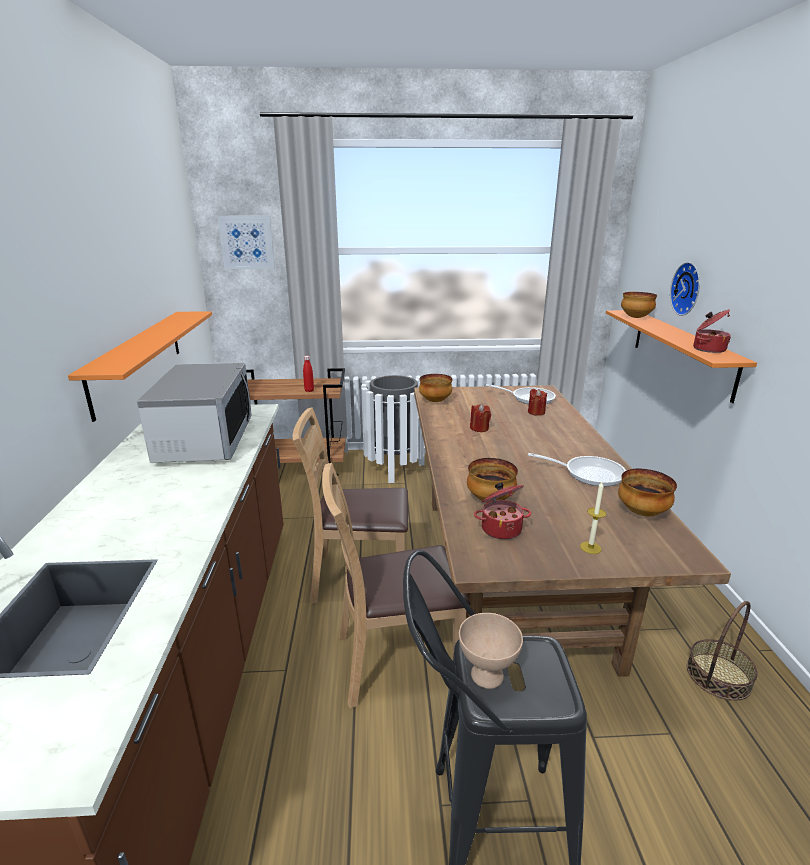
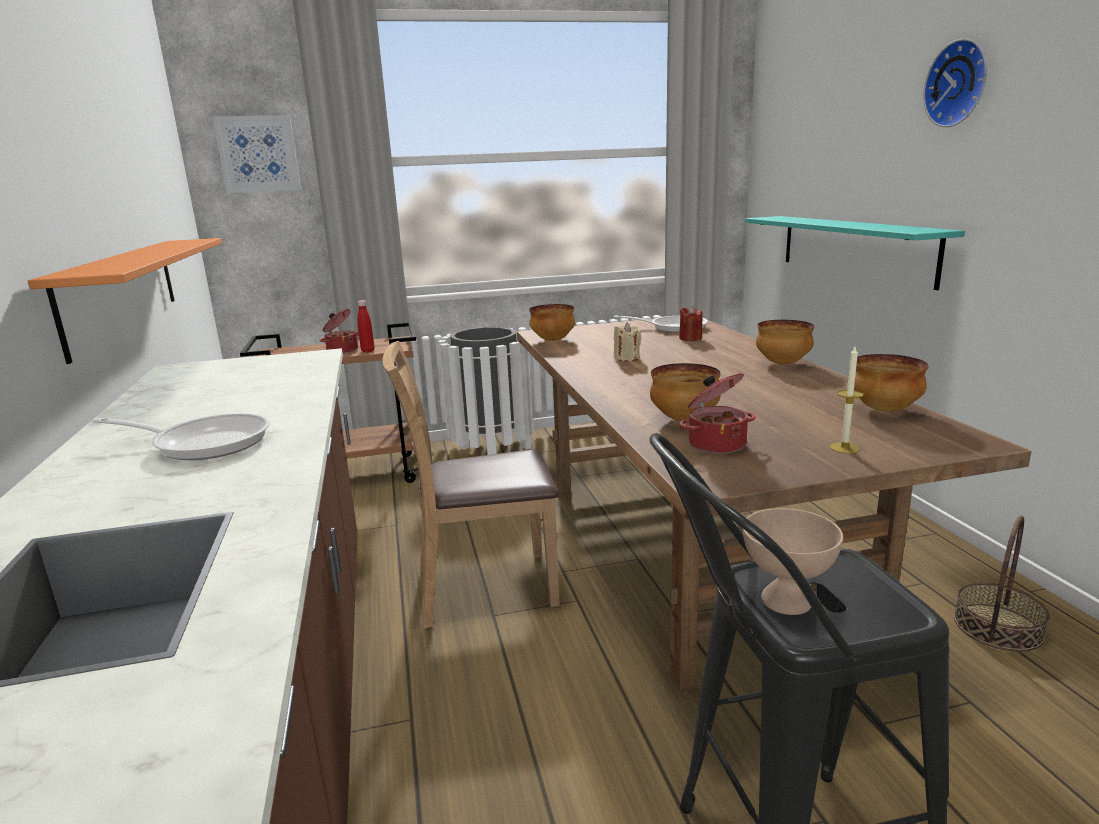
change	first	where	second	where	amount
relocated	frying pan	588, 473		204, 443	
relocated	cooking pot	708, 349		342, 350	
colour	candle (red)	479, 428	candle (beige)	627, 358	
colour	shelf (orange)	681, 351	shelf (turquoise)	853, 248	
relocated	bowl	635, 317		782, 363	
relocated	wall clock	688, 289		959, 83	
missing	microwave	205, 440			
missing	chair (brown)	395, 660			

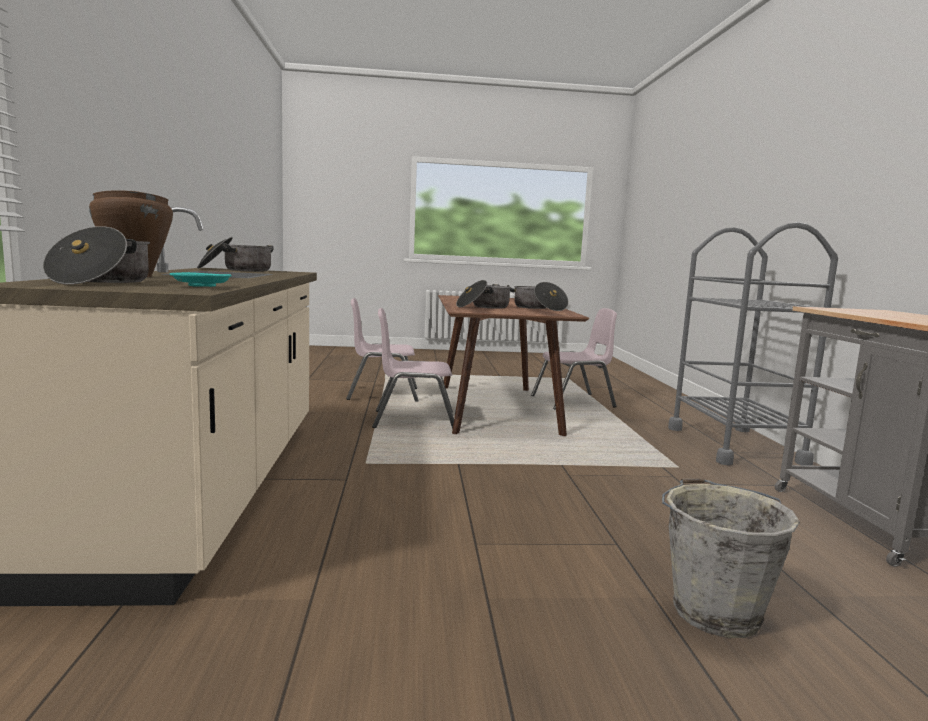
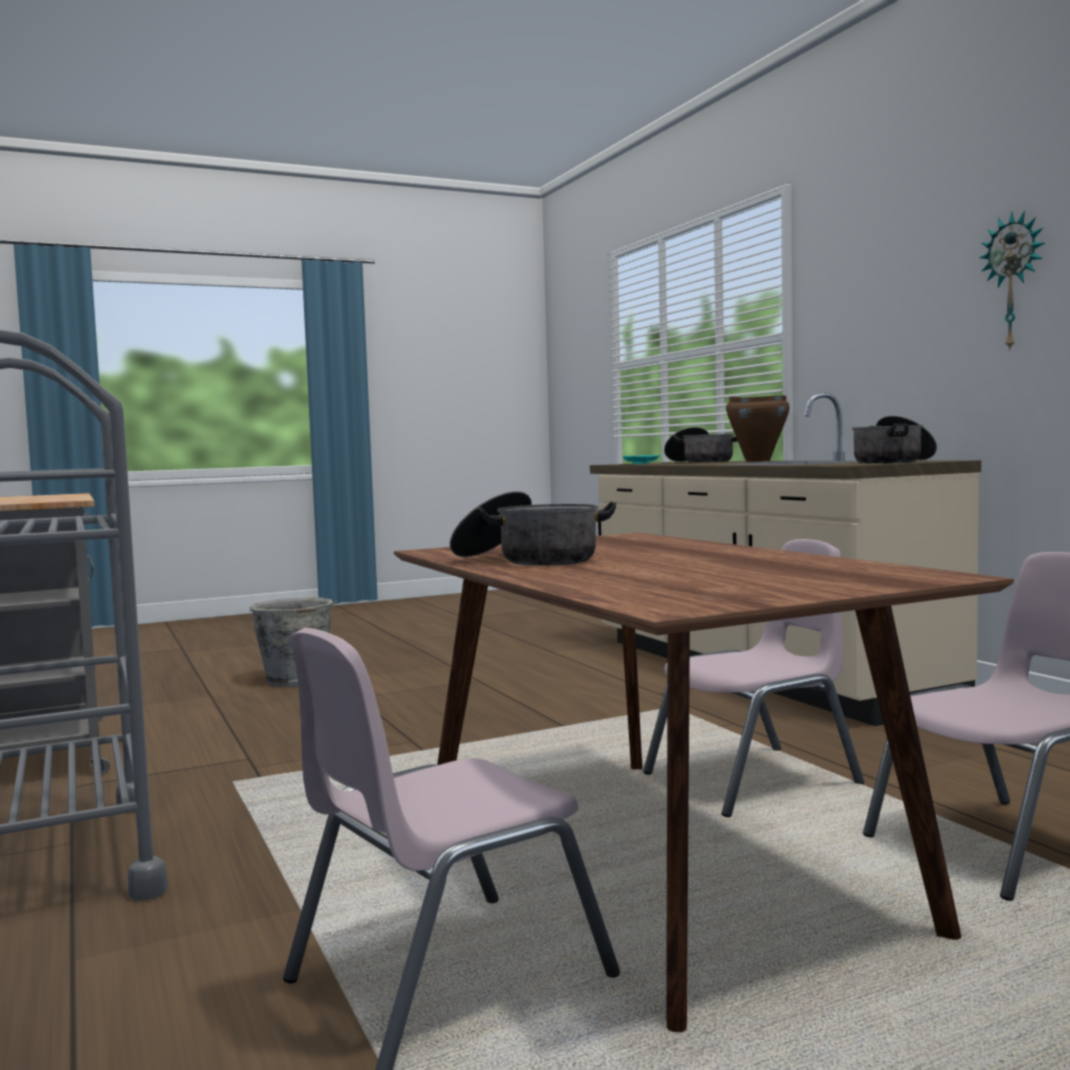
change	first	where	second	where	amount
appeared			wall clock	1014, 281	
missing	cooking pot	483, 307			

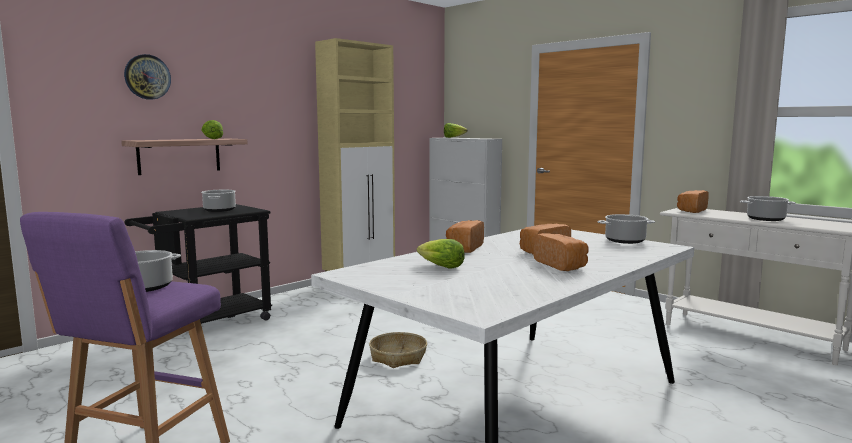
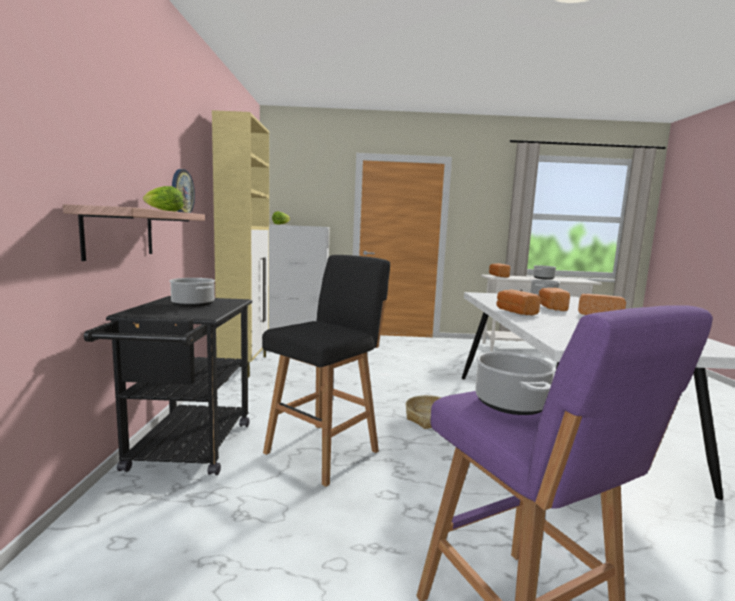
change	first	where	second	where	amount
relocated	wall clock	147, 77		182, 192	
appeared			stool (black)	324, 450	
missing	lettuce	440, 267			

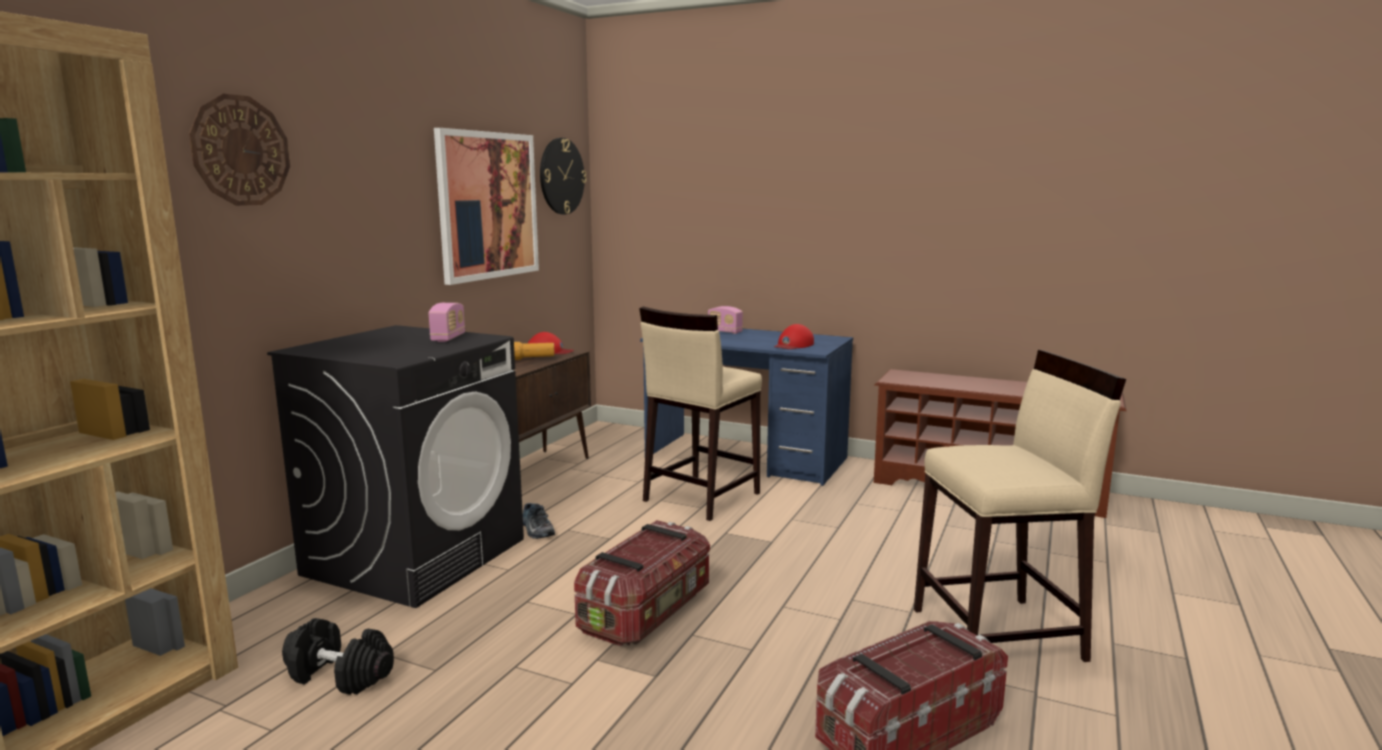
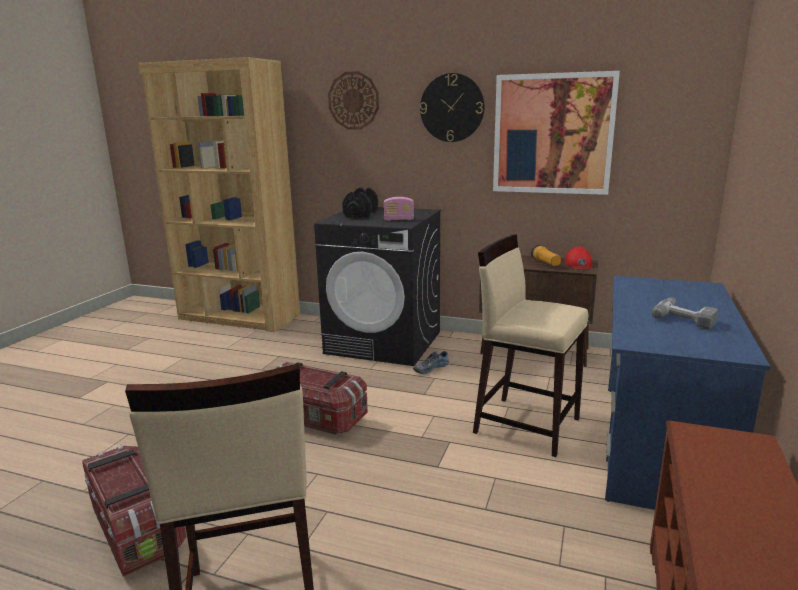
change	first	where	second	where	amount
relocated	dumbbell (black)	339, 676		360, 214	
relocated	wall clock	561, 176		452, 108	
appeared			power drill	685, 317	
missing	radio	724, 332			
missing	cap (red)	793, 345			

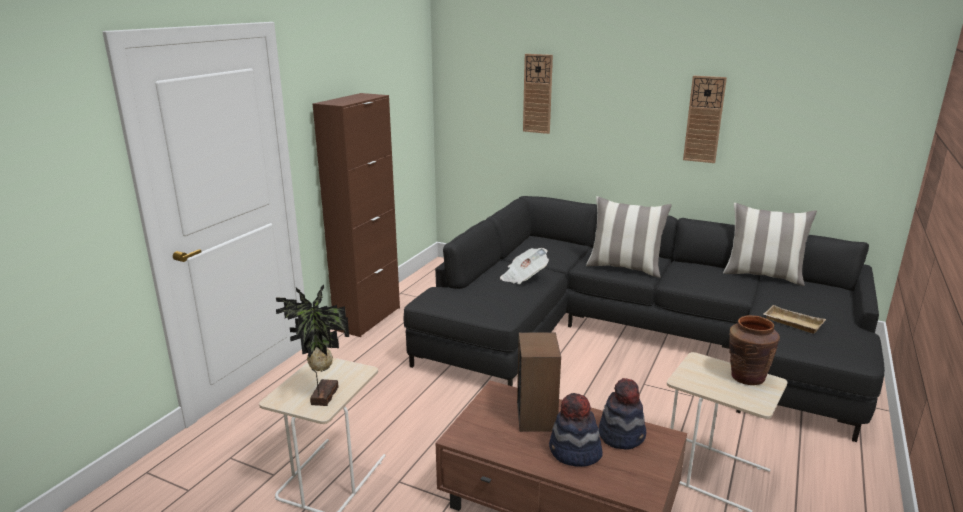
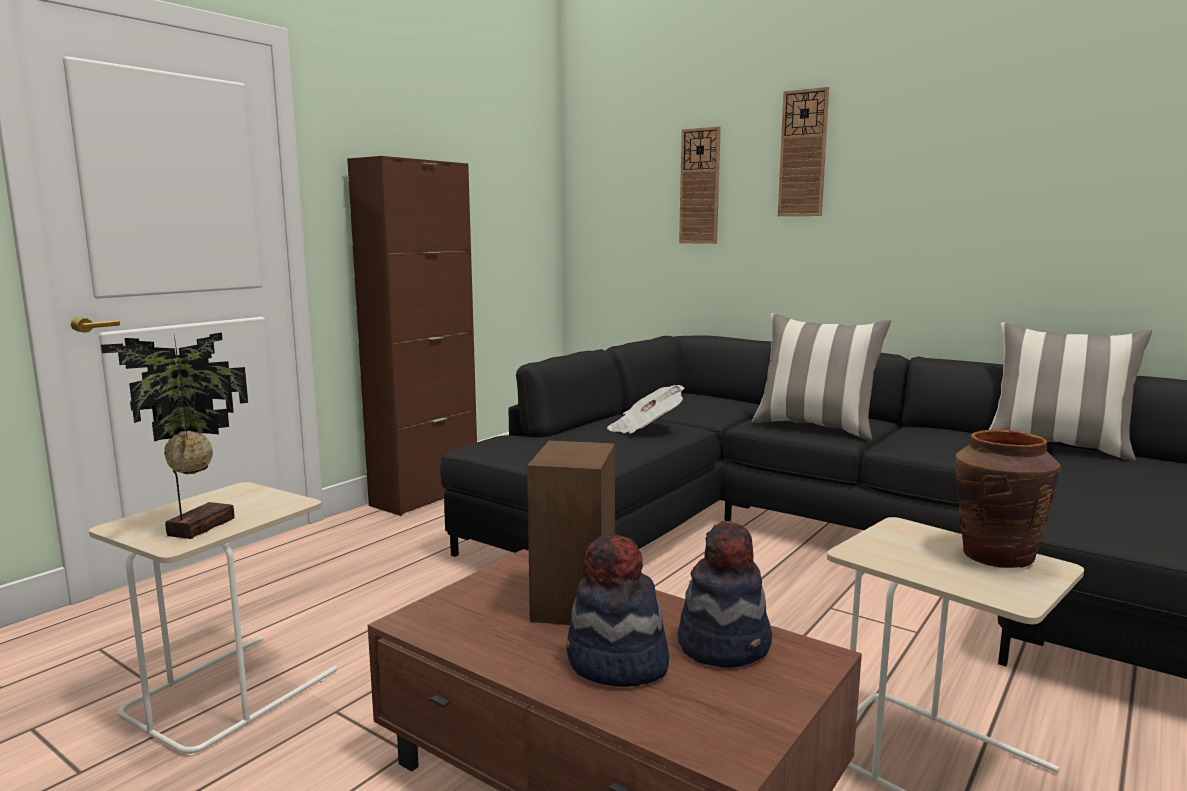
change	first	where	second	where	amount
relocated	wall clock	704, 119		803, 153	
missing	tray (beige)	791, 323			

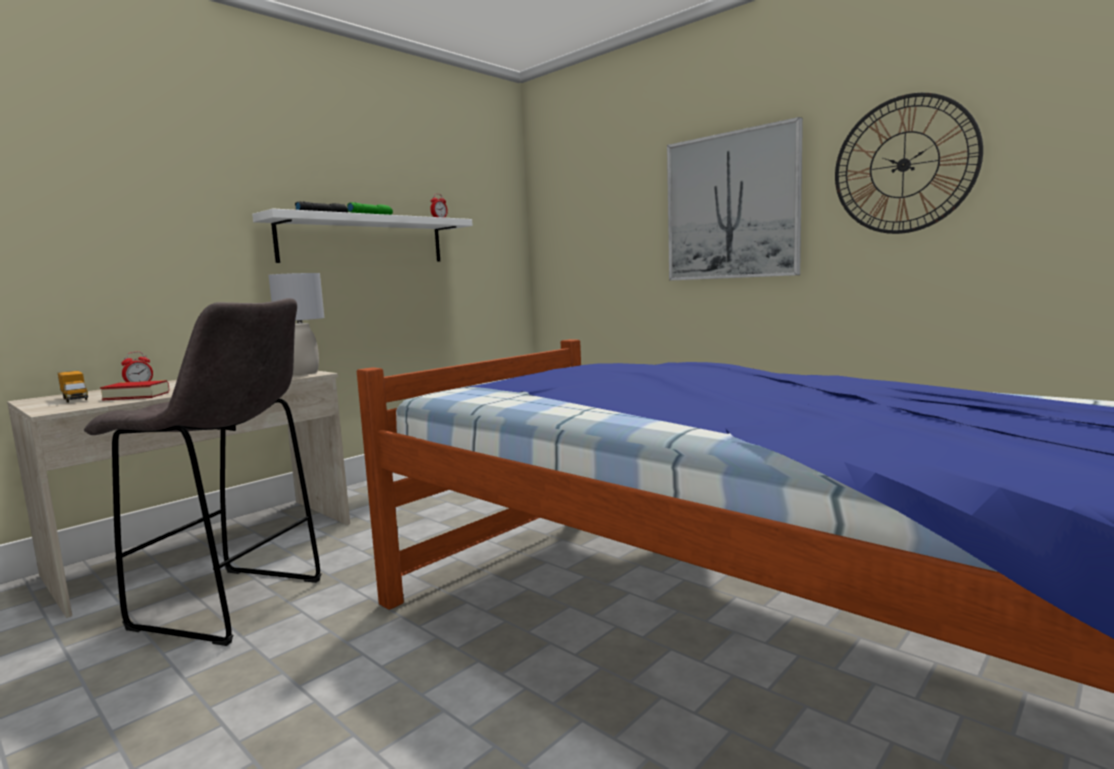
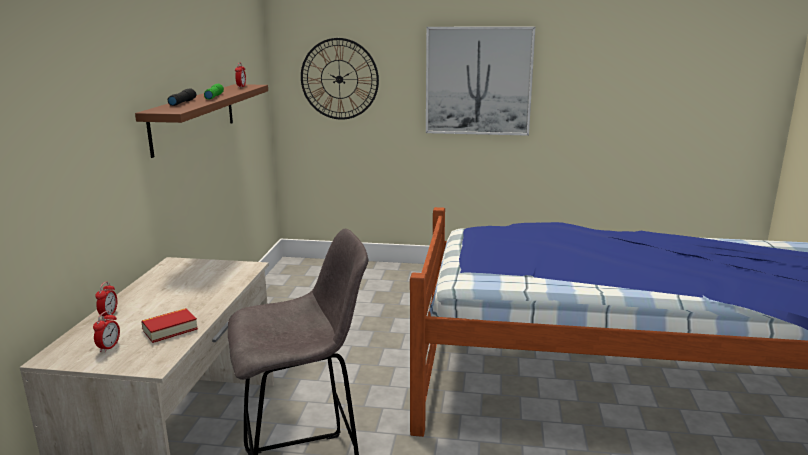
change	first	where	second	where	amount
exchanged	toy truck	75, 399	alarm clock	109, 347	
colour	shelf (white)	364, 240	shelf (brown)	194, 117	
relocated	wall clock	904, 165		339, 79	
missing	table lamp (grey)	305, 373			

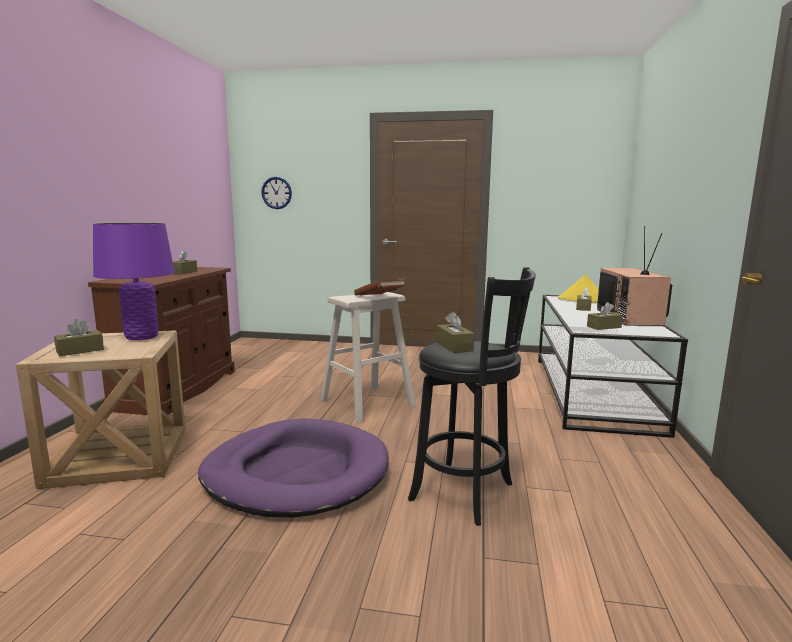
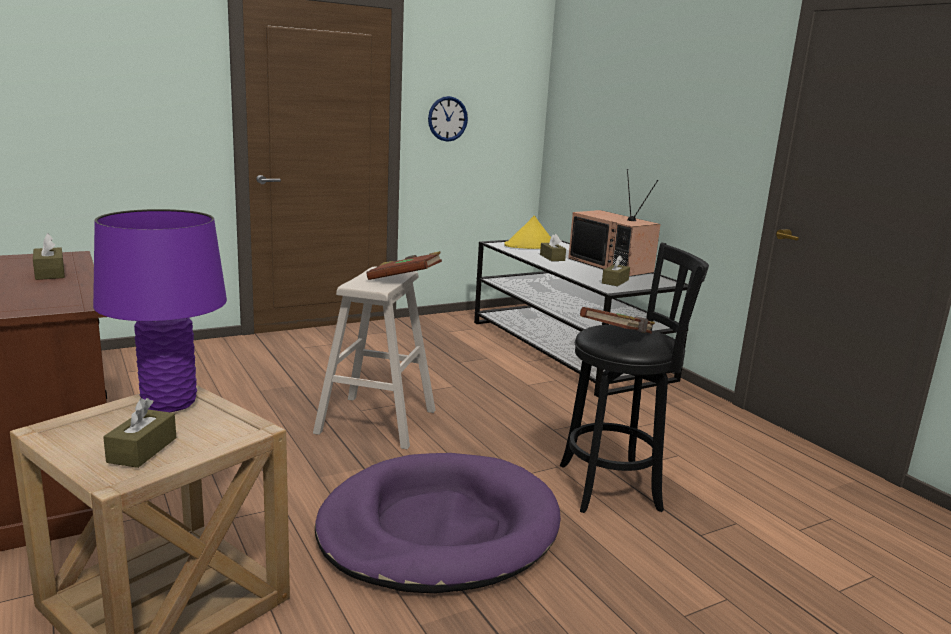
change	first	where	second	where	amount
relocated	wall clock	276, 193		447, 119	
exchanged	tissue box (brown)	454, 346	book (brown)	617, 336	

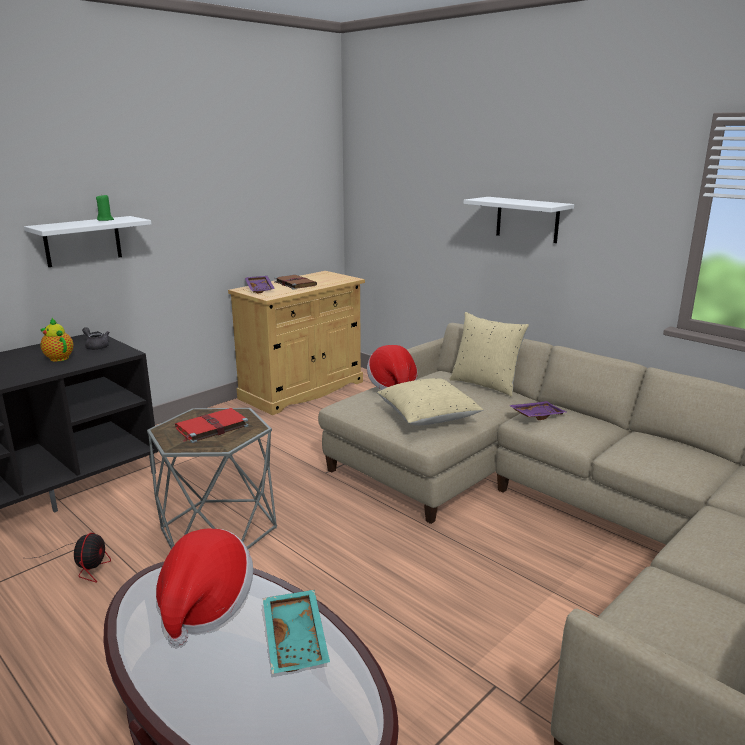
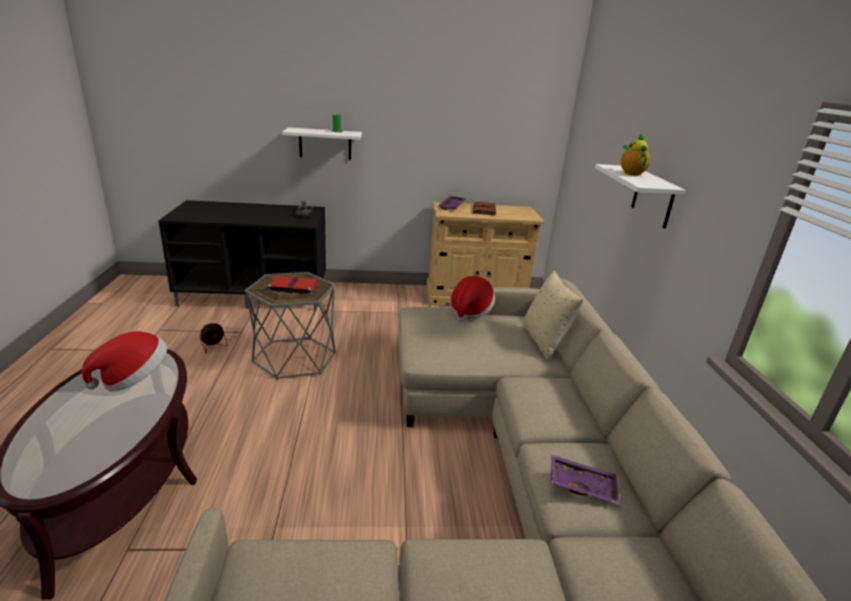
change	first	where	second	where	amount
relocated	tray (purple)	536, 415		582, 485	
relocated	teapot	58, 358		631, 173	
missing	tray (turquoise)	297, 639			
missing	pillow (beige)	428, 417			

